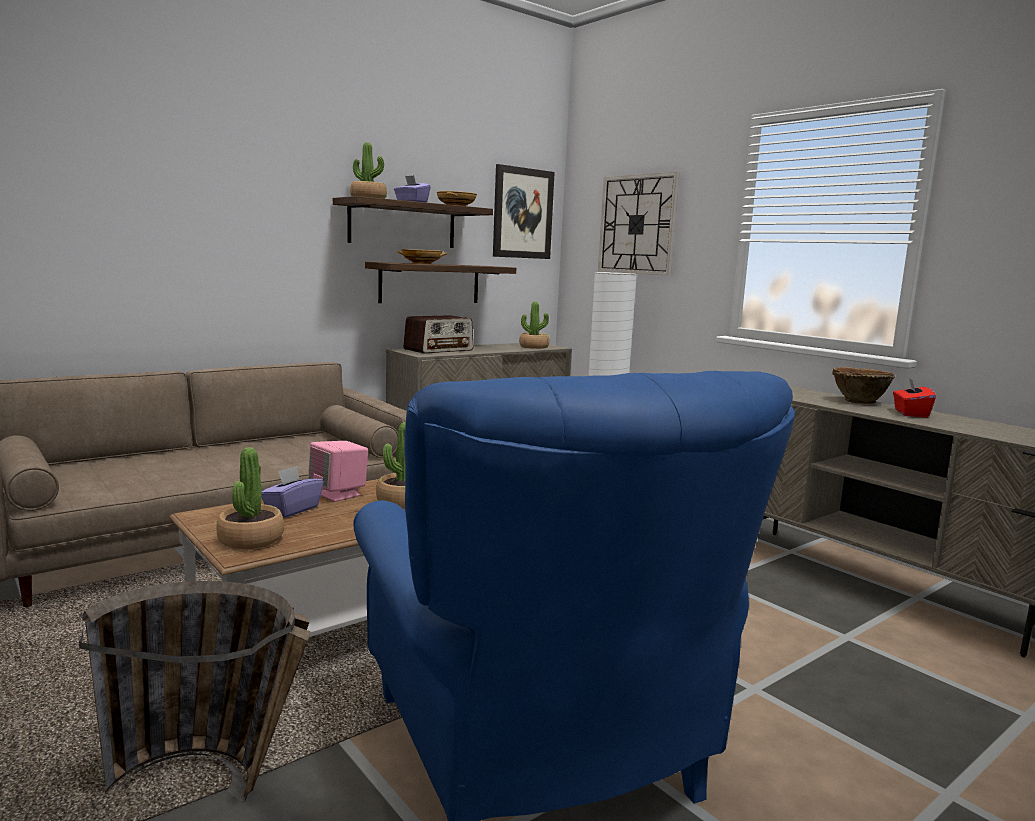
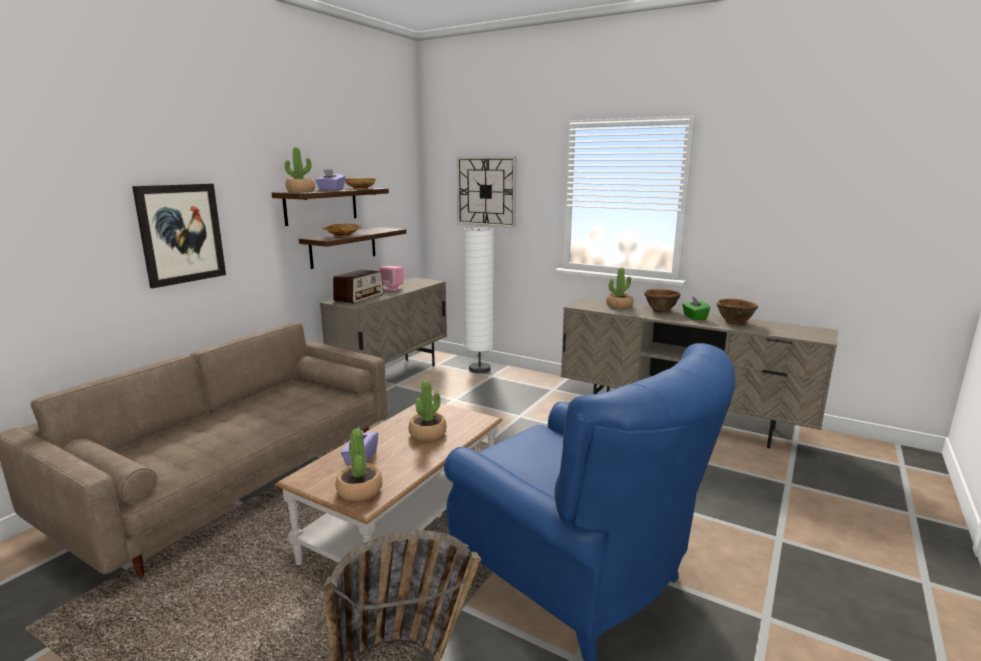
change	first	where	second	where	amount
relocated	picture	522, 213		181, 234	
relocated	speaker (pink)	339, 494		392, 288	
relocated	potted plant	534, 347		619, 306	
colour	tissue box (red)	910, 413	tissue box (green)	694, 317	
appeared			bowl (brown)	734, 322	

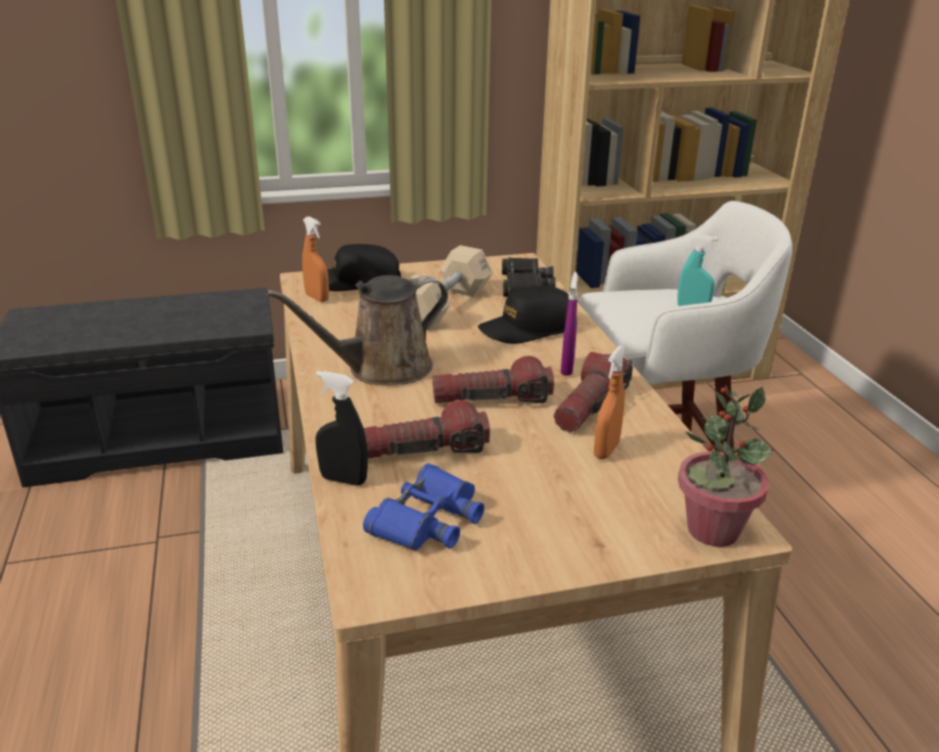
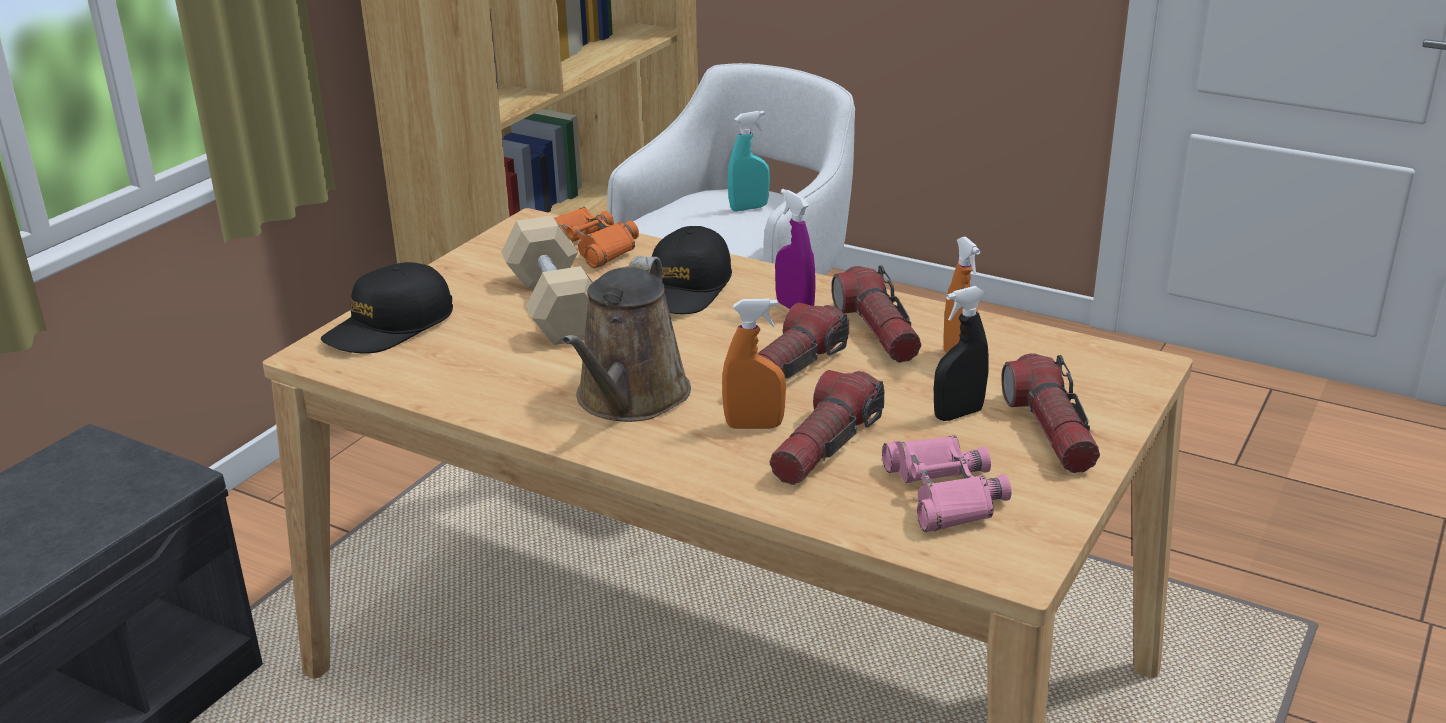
change	first	where	second	where	amount
colour	binoculars (black)	524, 285	binoculars (orange)	590, 247	
relocated	spray bottle (orange)	317, 298		754, 426	
colour	binoculars (blue)	427, 519	binoculars (pink)	943, 493	
relocated	spray bottle (black)	343, 480		958, 414	
appeared			flashlight	1050, 431	
missing	potted plant	712, 530			

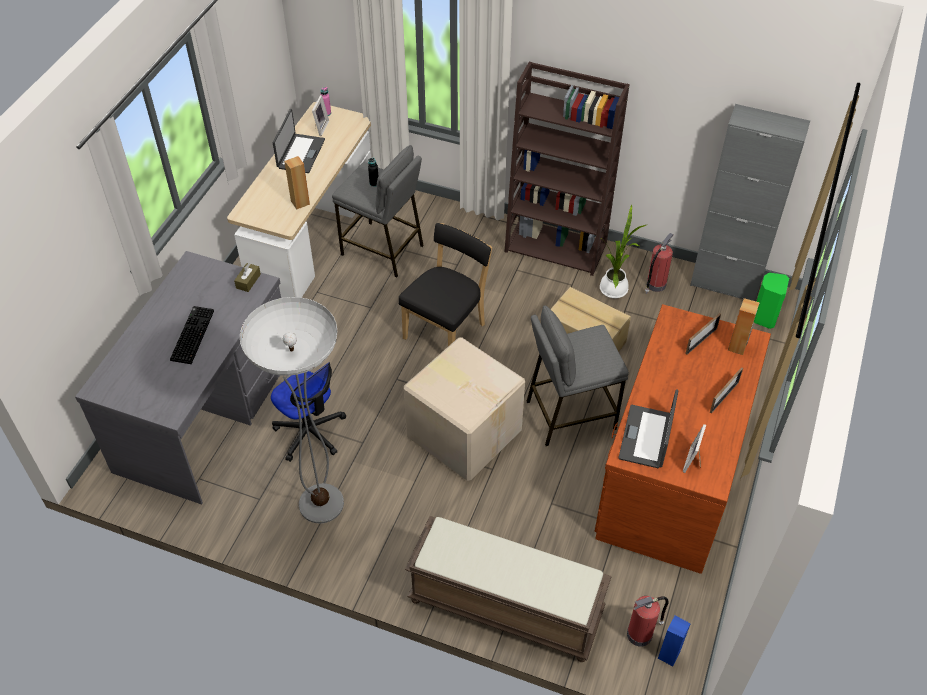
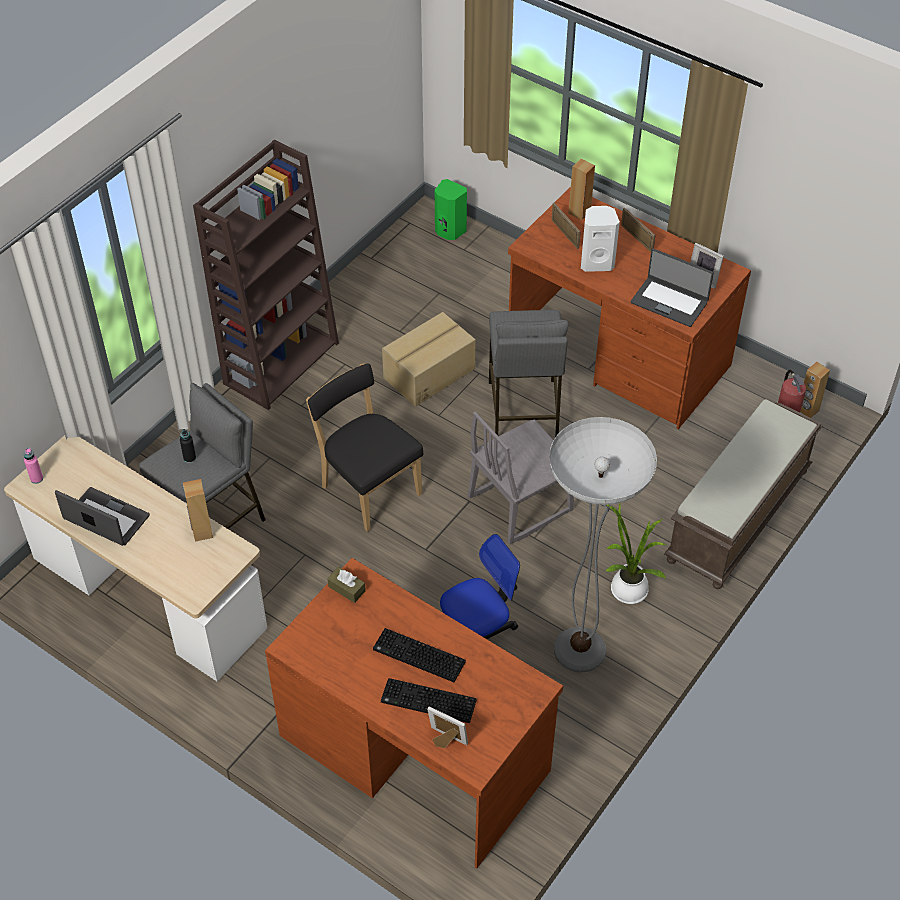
change	first	where	second	where	amount
colour	desk (grey)	207, 413	desk (brown)	414, 751	
appeared			keyboard	427, 702	
relocated	picture frame	319, 127		446, 741	
exchanged	cardboard box	464, 431	chair (grey)	519, 503	
appeared			speaker (white)	596, 262	
relocated	potted plant	614, 287		626, 588	
colour	speaker (blue)	668, 655	speaker (brown)	807, 410	
missing	fire extinguisher	655, 285			
missing	cabinet (grey)	725, 284			

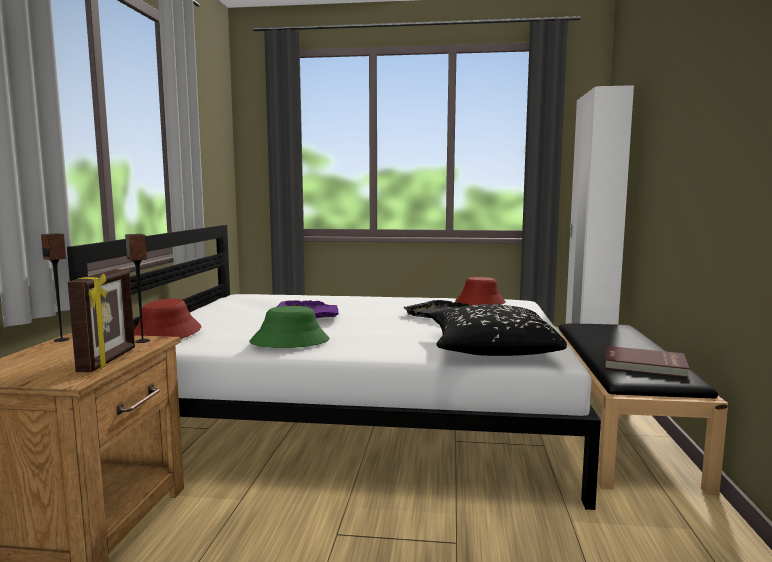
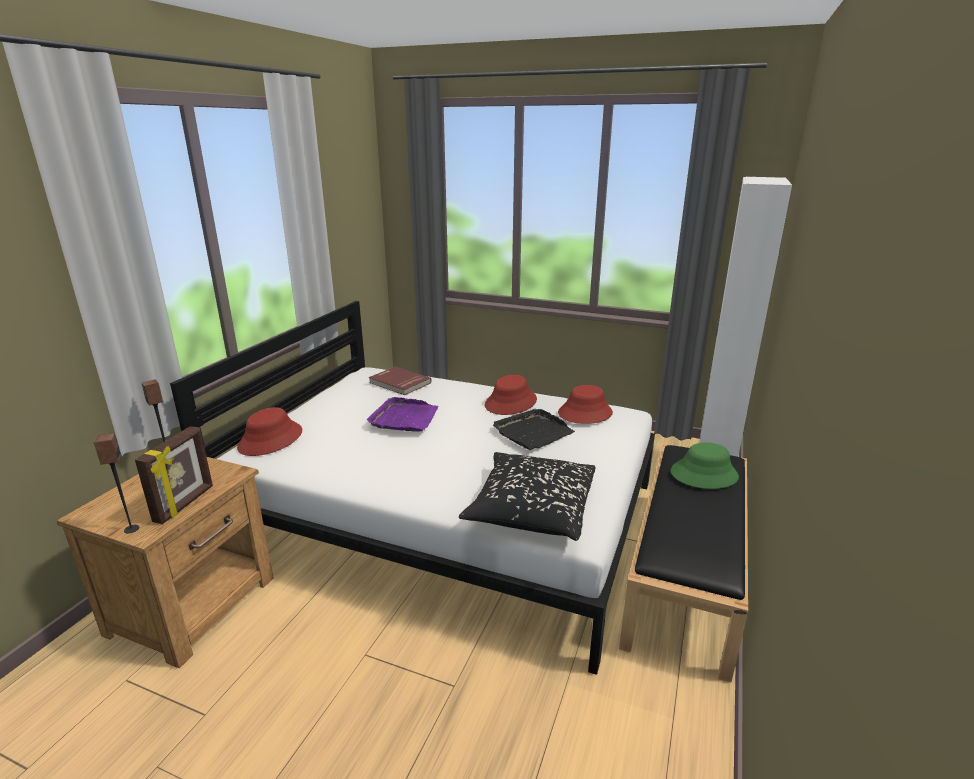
change	first	where	second	where	amount
relocated	speaker	142, 341		131, 529	
relocated	book (red)	644, 365		399, 383	
appeared			hat (red)	511, 402	
relocated	hat (green)	290, 341		704, 474	

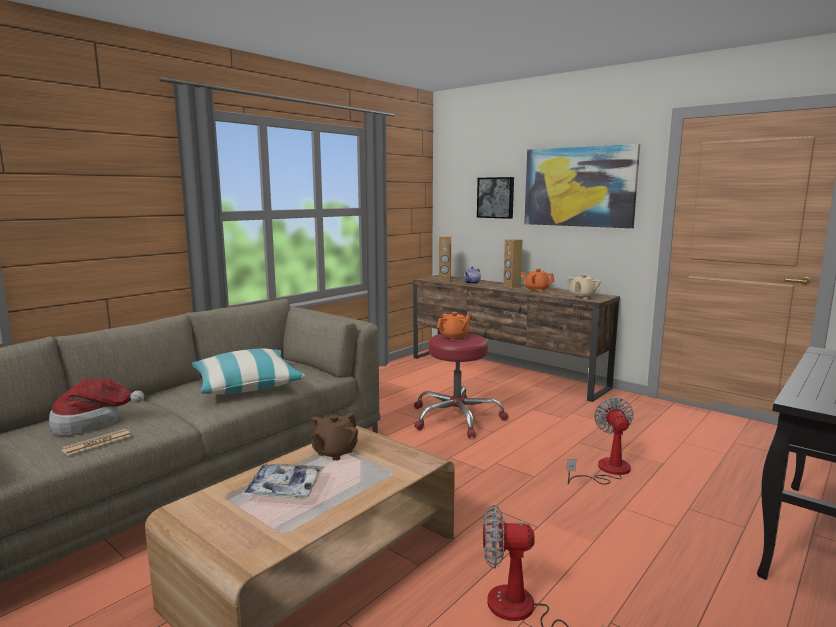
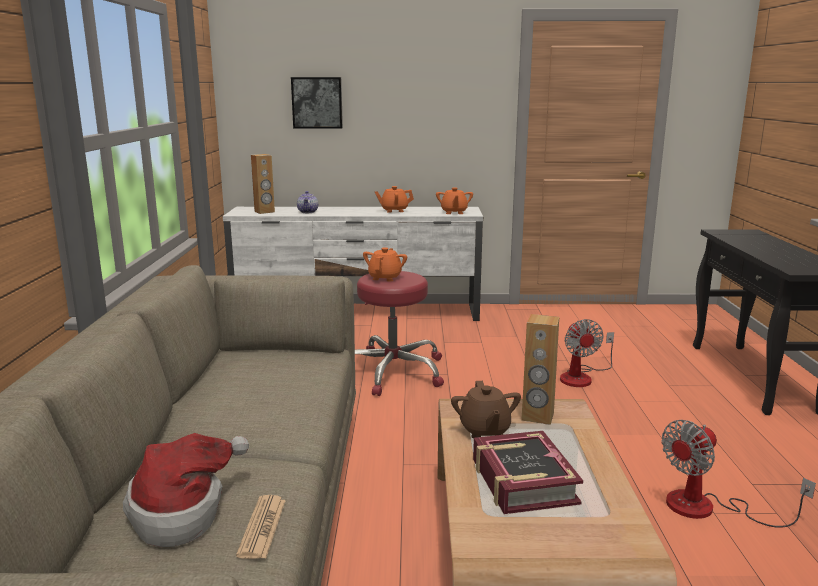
change	first	where	second	where	amount
colour	tv stand (brown)	504, 372	tv stand (white)	358, 312	
colour	teapot (beige)	582, 297	teapot (orange)	454, 212	
exchanged	tray	284, 489	book	522, 481	
relocated	speaker (brown)	511, 286		537, 417	
spun	fan	606, 470		582, 377	150 degrees counterclockwise
missing	pillow	246, 384			
missing	picture	578, 187			

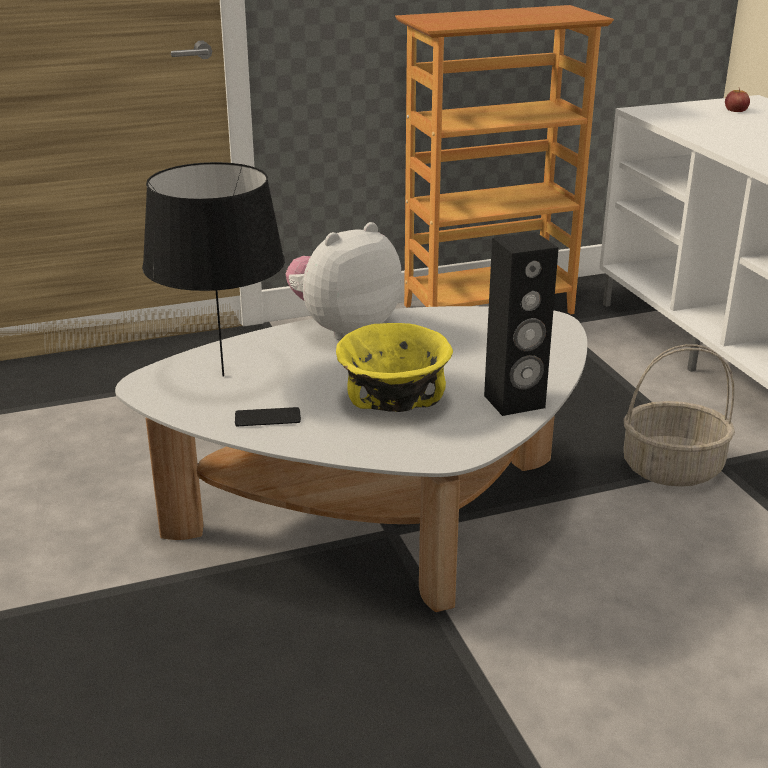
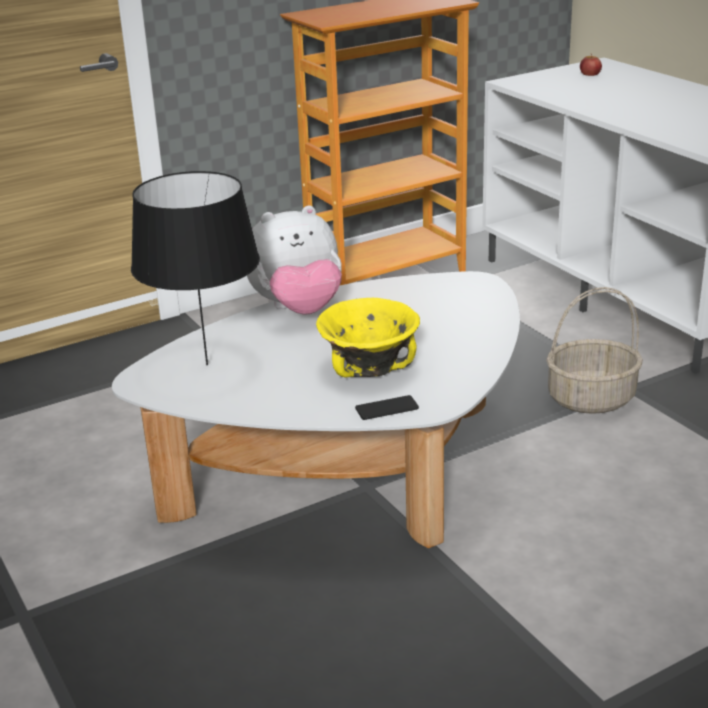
change	first	where	second	where	amount
spun	plush toy	344, 328		298, 309	150 degrees counterclockwise
relocated	phone	267, 418		387, 408	
missing	speaker (black)	514, 402			

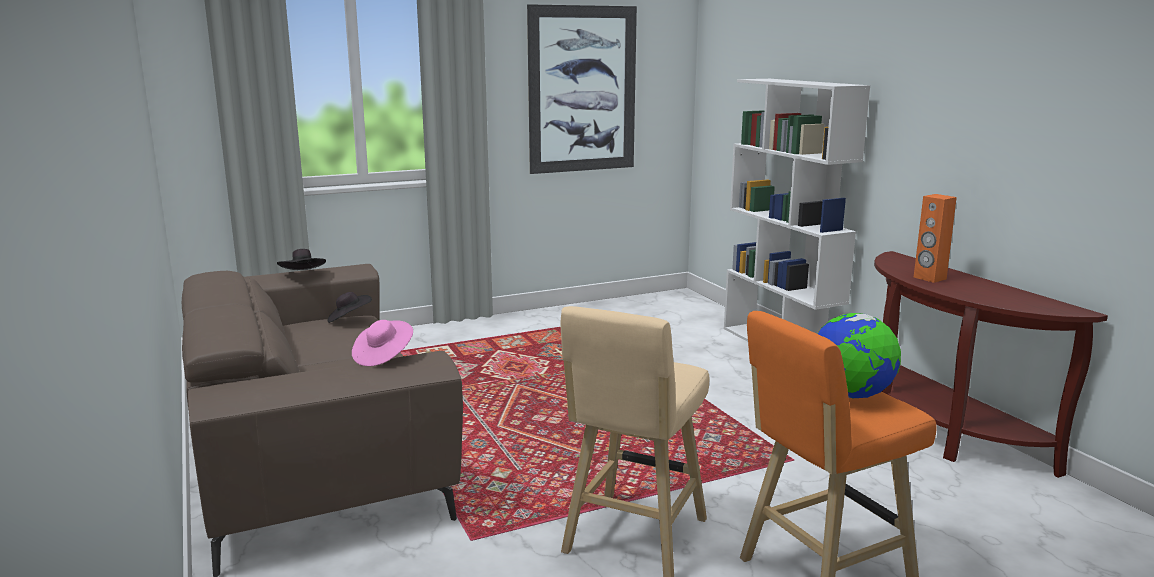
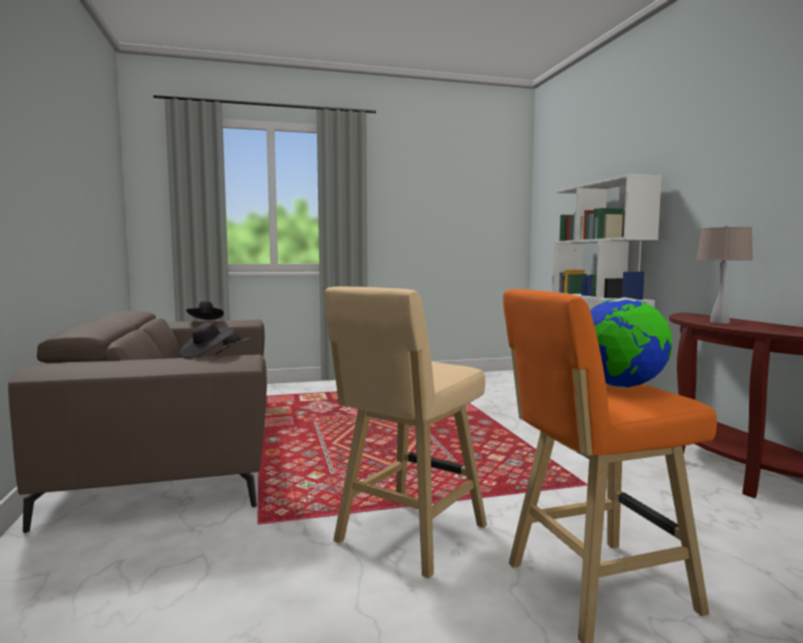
change	first	where	second	where	amount
colour	hat (pink)	383, 356	hat (black)	207, 354	
exchanged	speaker (orange)	929, 278	table lamp (beige)	720, 322	
missing	picture	582, 90			

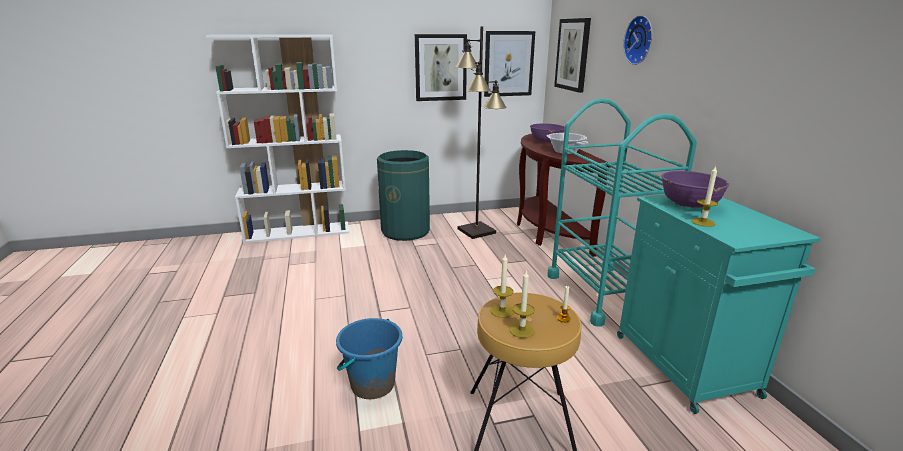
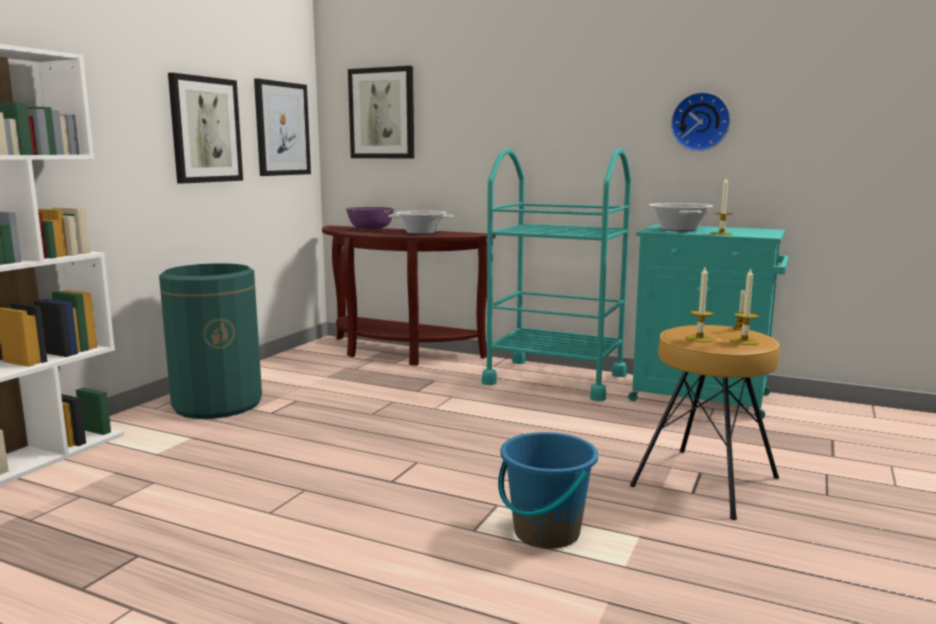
change	first	where	second	where	amount
exchanged	bowl (purple)	689, 205	cooking pot	679, 229	
relocated	wall clock	640, 40		700, 122	
missing	floor lamp (black)	476, 231			

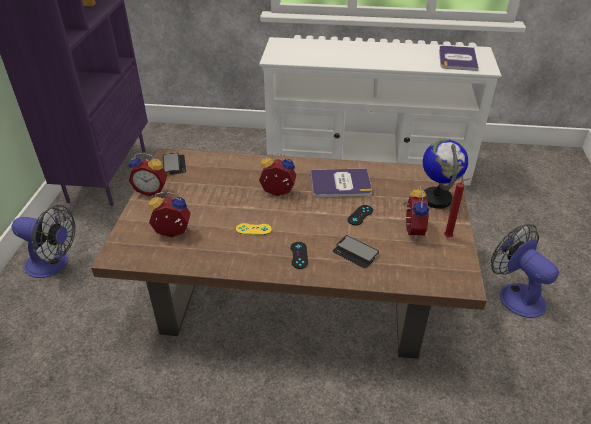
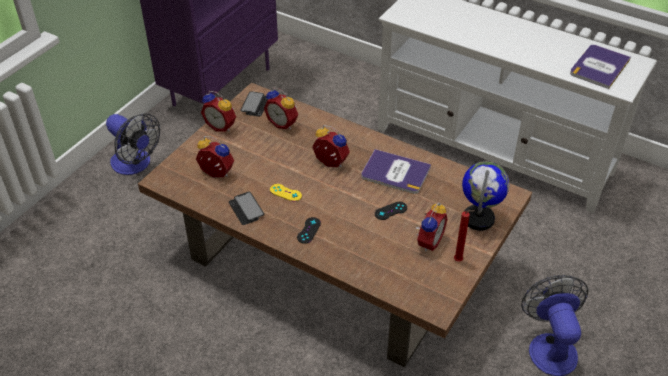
change	first	where	second	where	amount
relocated	phone	355, 252		246, 209	
appeared			alarm clock	283, 123	

